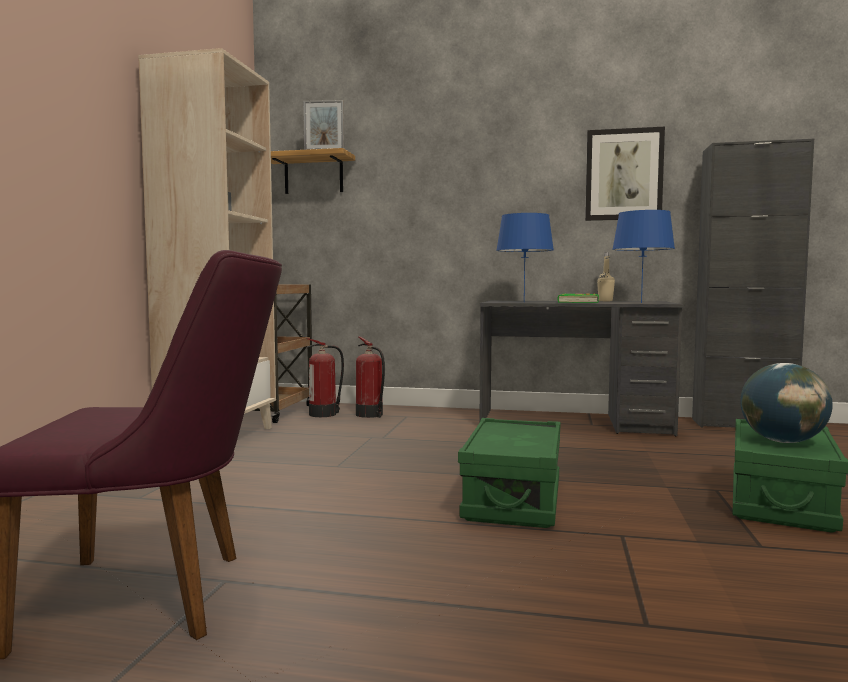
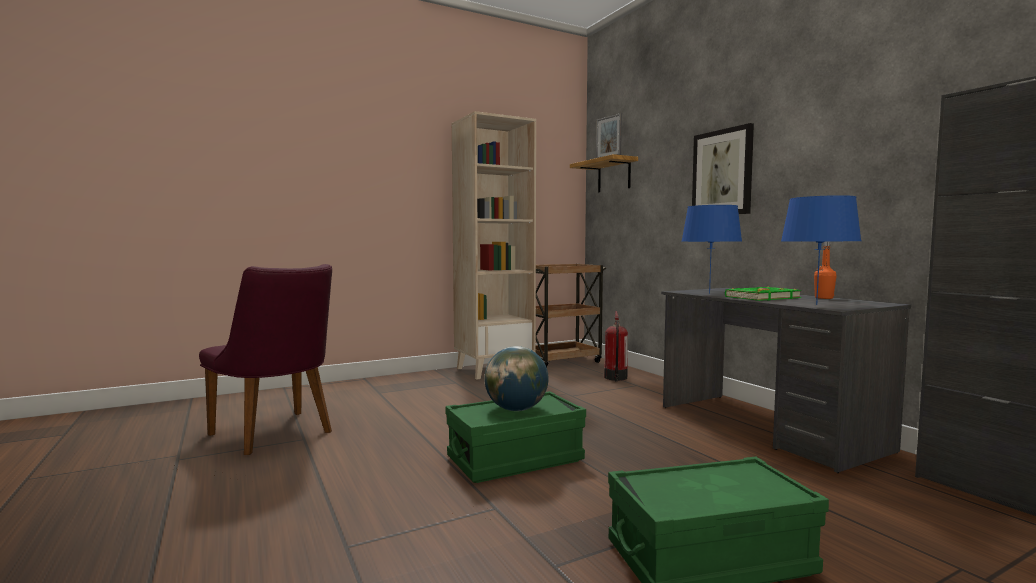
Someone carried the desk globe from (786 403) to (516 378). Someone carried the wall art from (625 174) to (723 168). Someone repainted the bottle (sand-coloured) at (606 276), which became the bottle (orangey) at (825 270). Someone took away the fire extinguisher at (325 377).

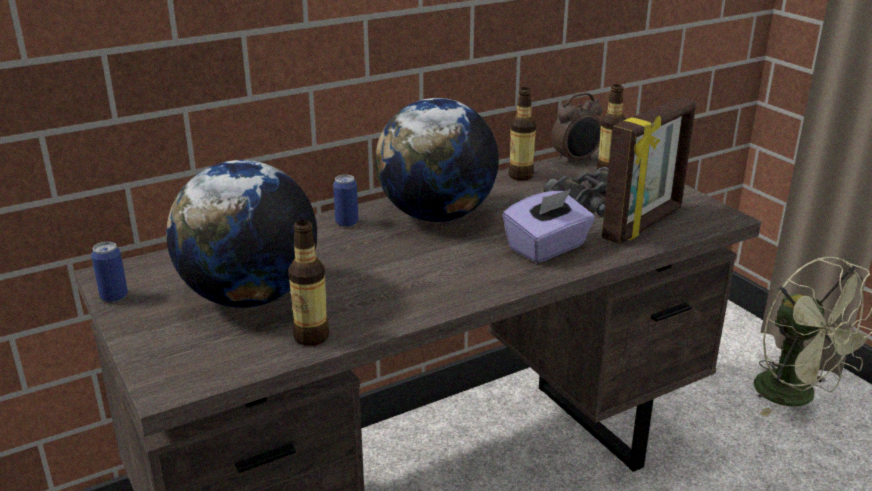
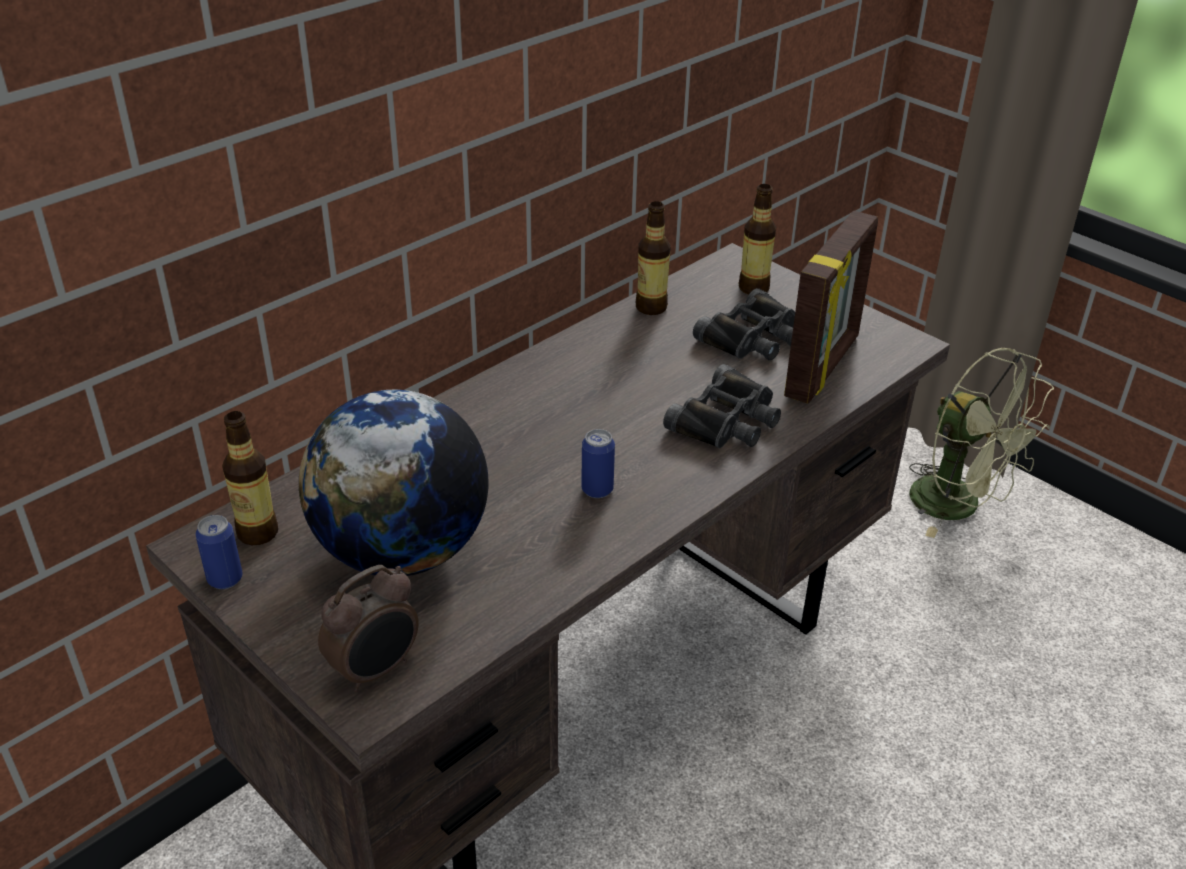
Someone carried the bottle from (308 283) to (250 478). Someone carried the bedside clock from (576 128) to (368 628). Someone carried the metal can from (345 201) to (598 463). Someone swapped the tissue box (purple) at (549 226) for the pair of binoculars (blackish) at (722 406). Someone took away the desk globe at (437 160).

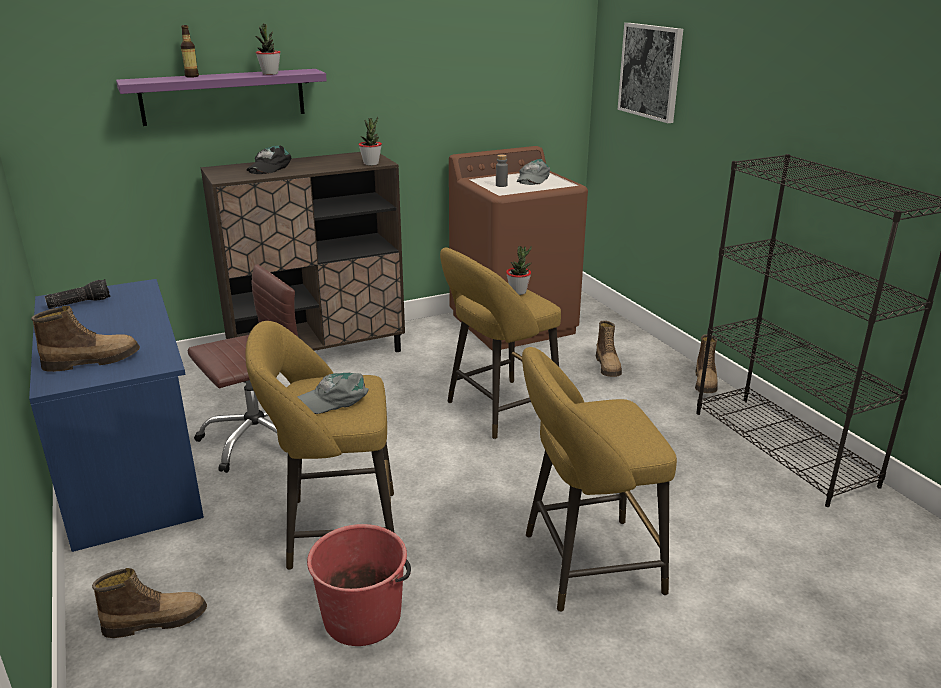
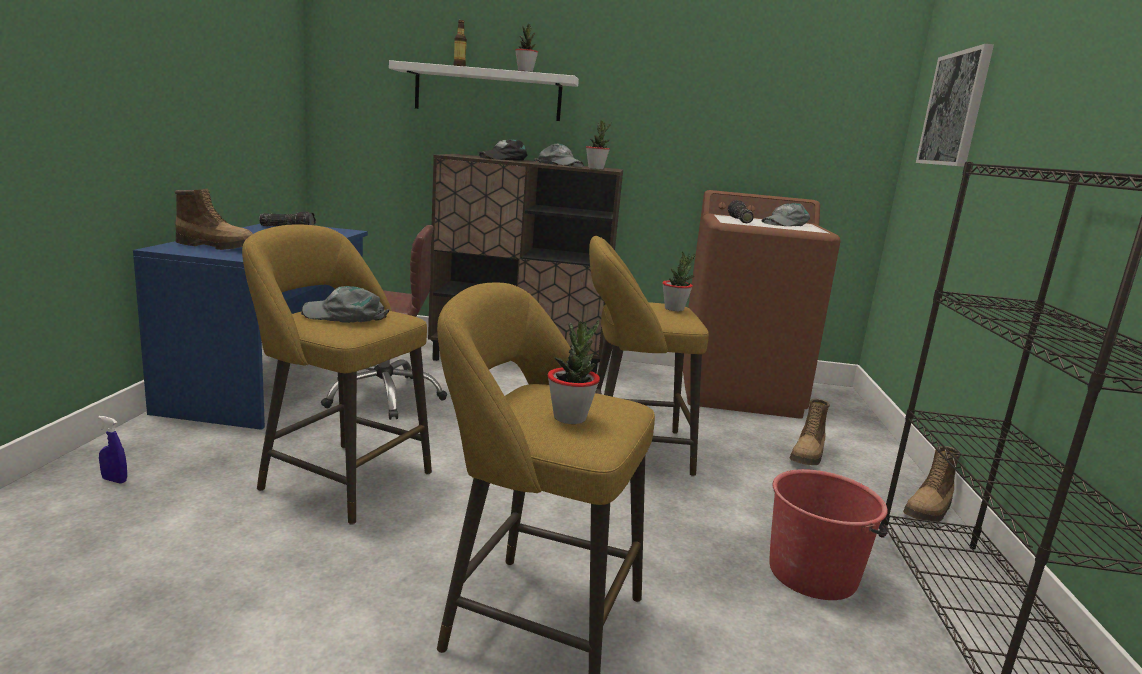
Someone swapped the boot at (149 603) for the sprayer (bluish) at (112 450). Someone repainted the bracket shelf (purple) at (221 97), which became the bracket shelf (whitish) at (484 90). Someone put down the baseball cap (grey) at (559 155). Someone put down the potted plant at (574 371). Someone swapped the bottle (grey) at (502 171) for the flashlight at (741 211). Someone carried the bucket (red-coloured) from (359 585) to (828 534).

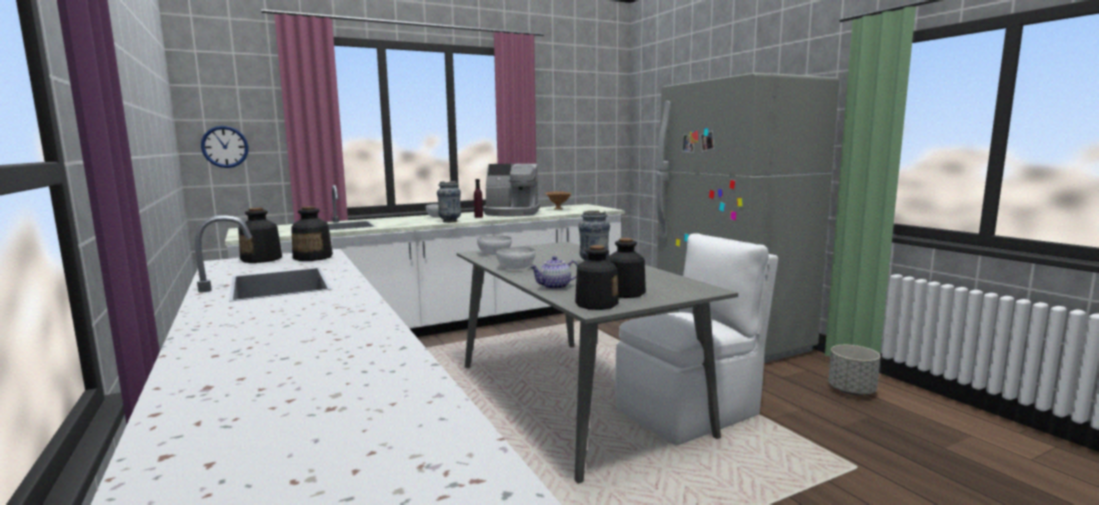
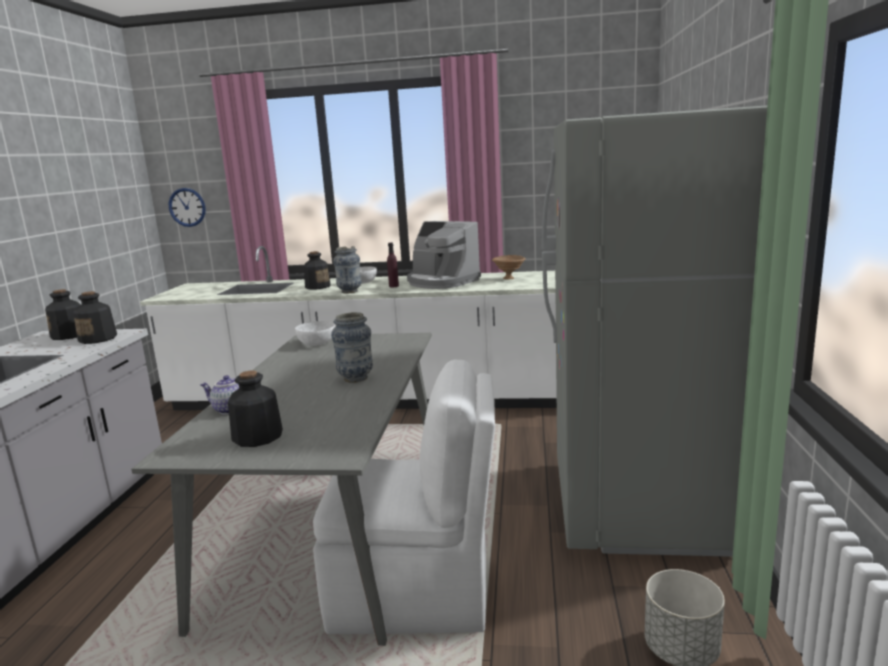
Someone carried the bottle from (597 277) to (317 270). Someone took away the serving bowl (whitish) at (515 258).

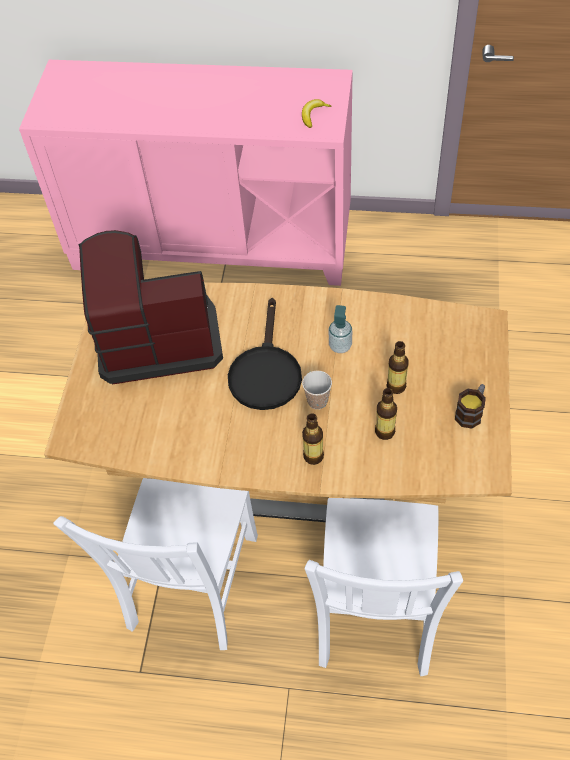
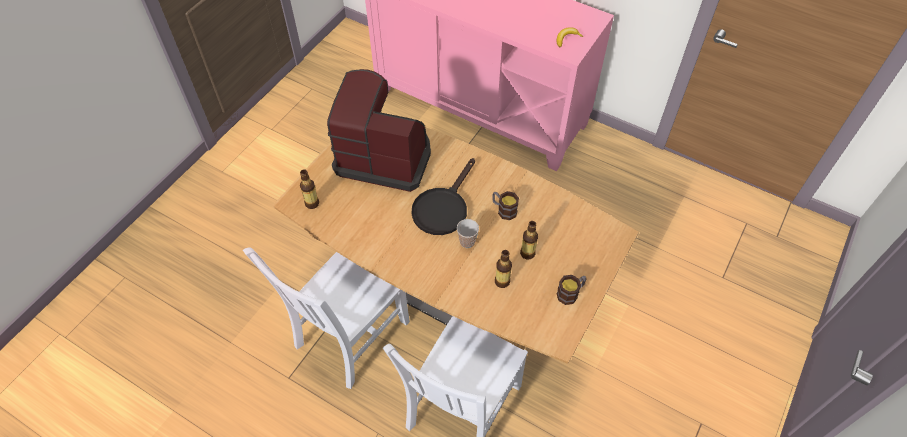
Someone carried the bottle from (313 439) to (309 189). Someone swapped the liquid soap bottle at (340 329) for the mug at (505 205).

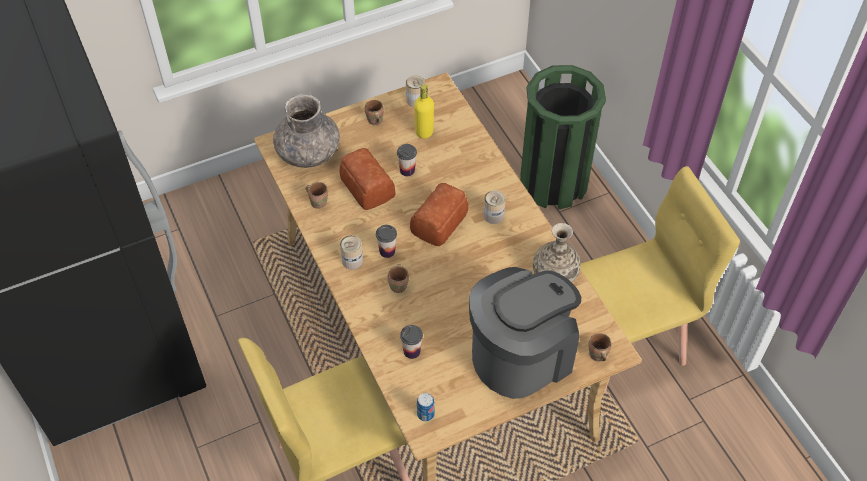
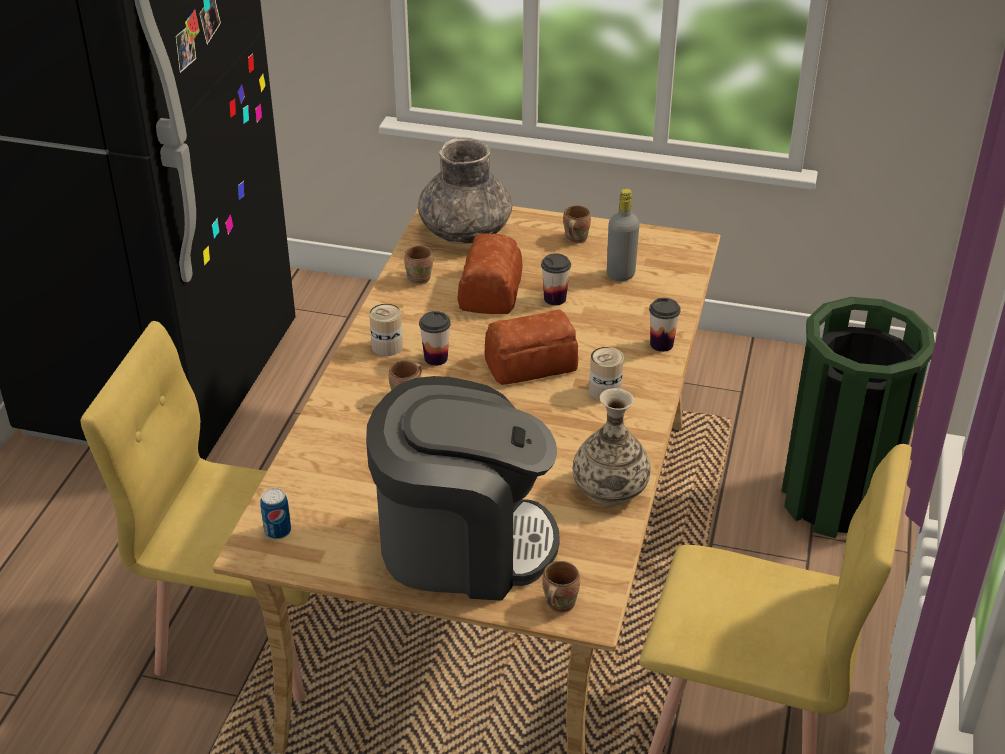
Someone repainted the bottle (yellow-coloured) at (424 111), which became the bottle (grey) at (623 235). Someone carried the cup from (411 342) to (665 325). Someone took away the metal can at (415 91).

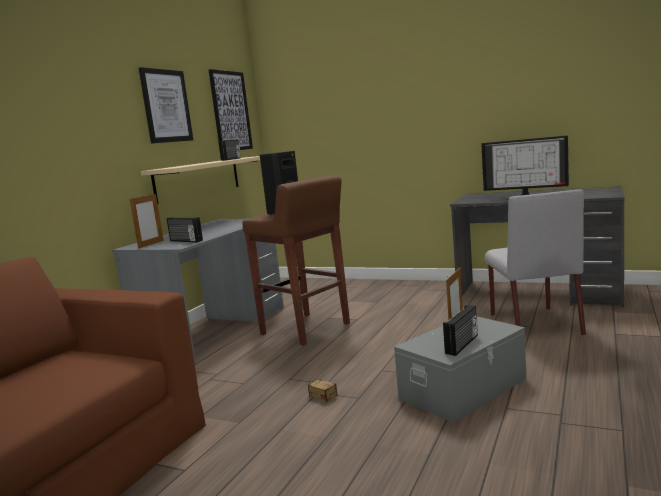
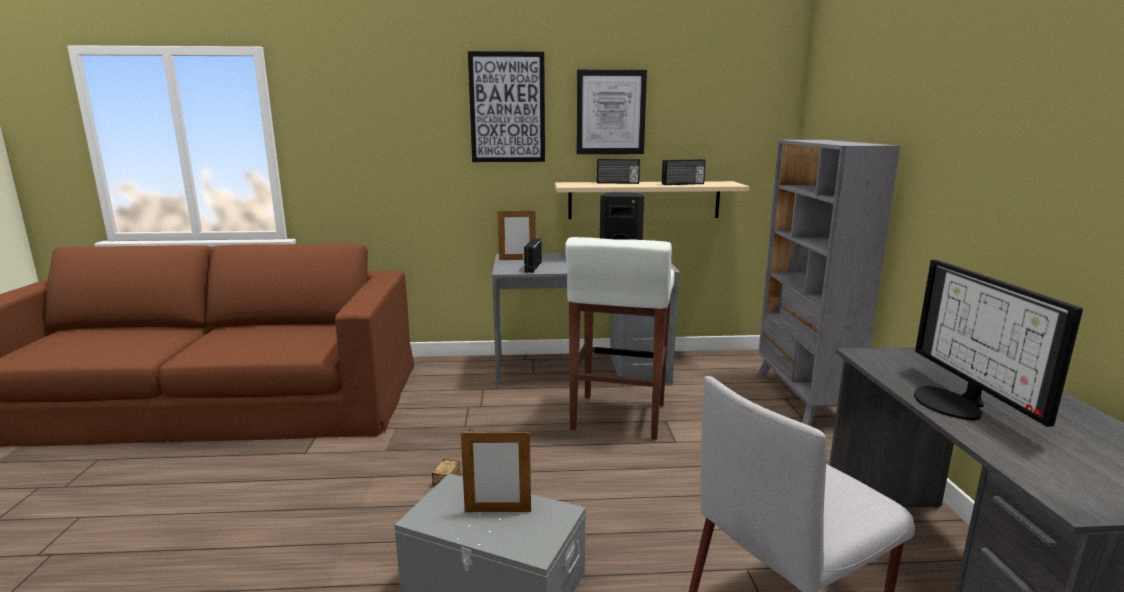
Someone carried the wall art from (231 109) to (506 106). Someone repainted the stool seat (brownish) at (296 260), which became the stool seat (whitish) at (620 338). Someone carried the radio receiver from (460 330) to (618 171). Someone put down the shelving unit (grey) at (828 283).

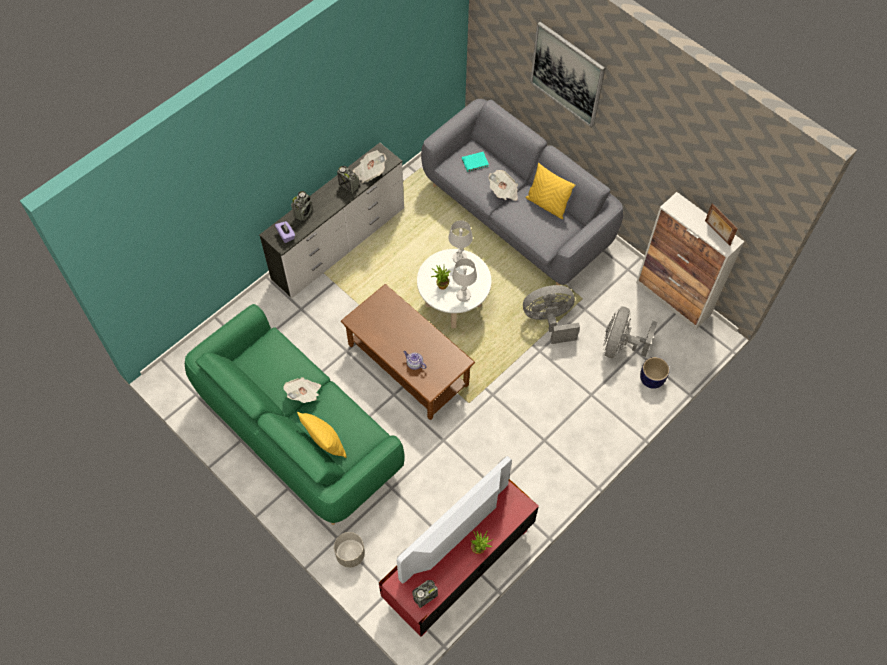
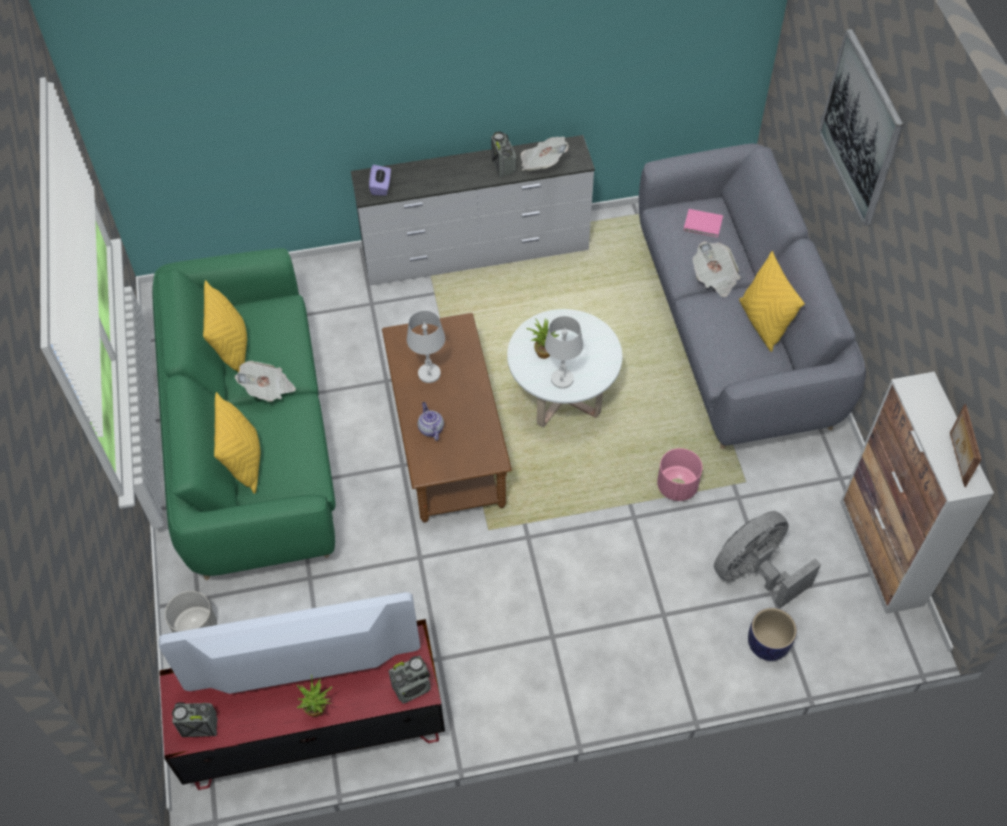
Someone put down the throw pillow (yellow-coloured) at (225 326). Someone carried the radio receiver from (302 206) to (410 679). Someone carried the tabletop lamp (whitish) from (460 241) to (426 347). Someone swapped the electric fan (grey) at (551 314) for the flower pot (pink-coloured) at (680 474). Someone repainted the book (turquoise) at (475 162), which became the book (pink-coloured) at (703 223).

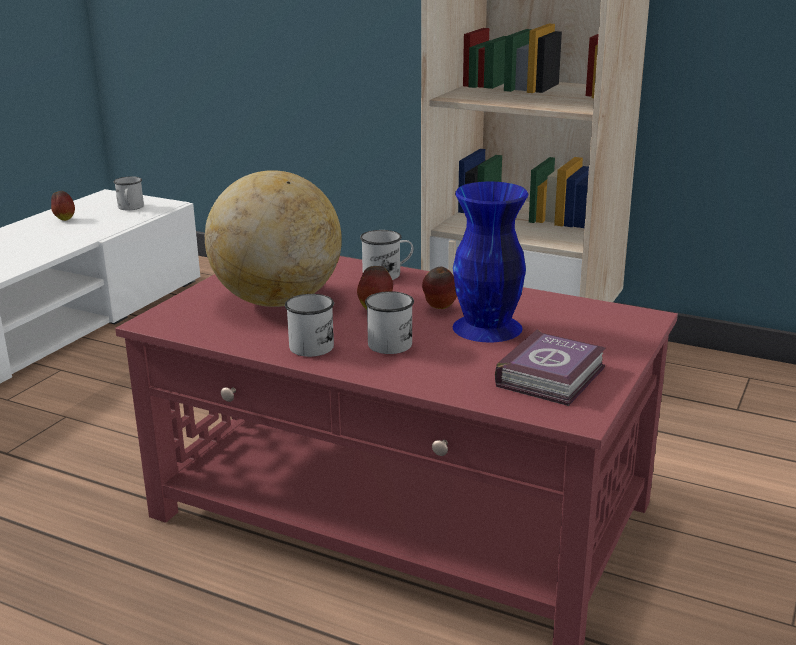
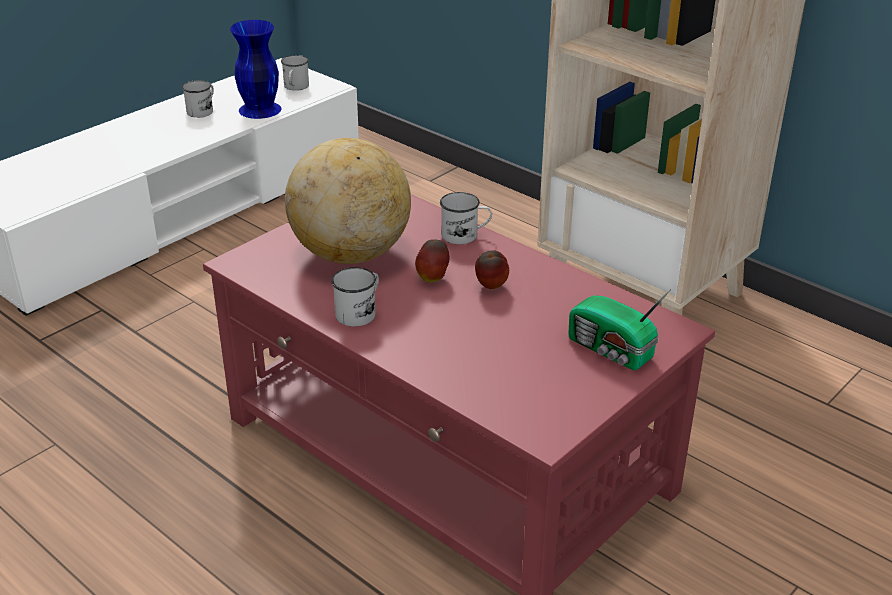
Someone carried the mug (whitish) from (389 322) to (198 99). Someone carried the vase (bluish) from (490 262) to (255 69). Someone put down the radio receiver at (619 329). Someone took away the apple fruit at (63 206). Someone took away the book at (550 367).

